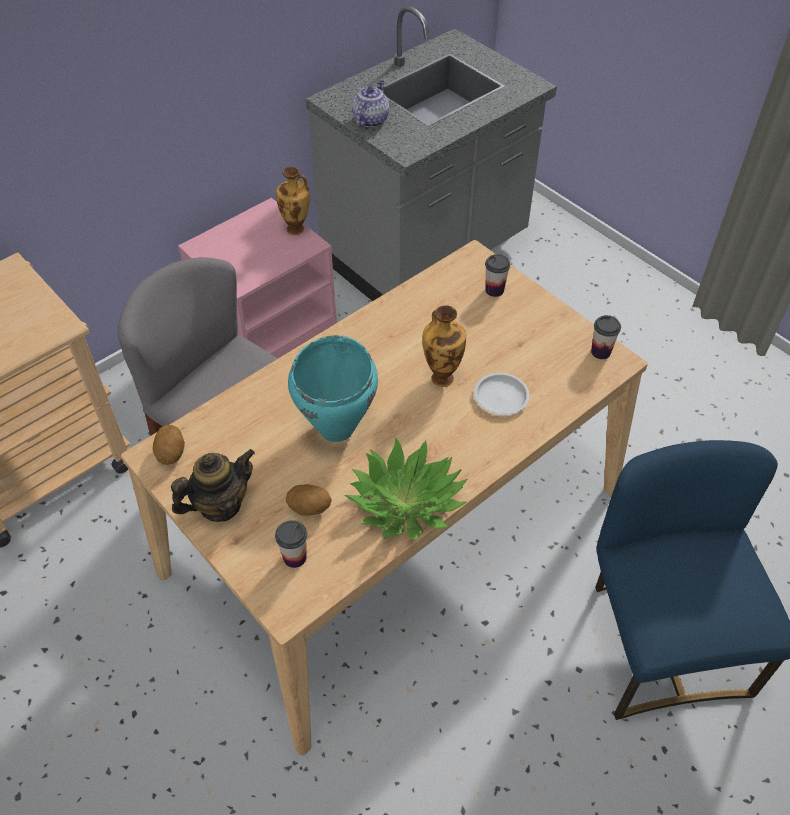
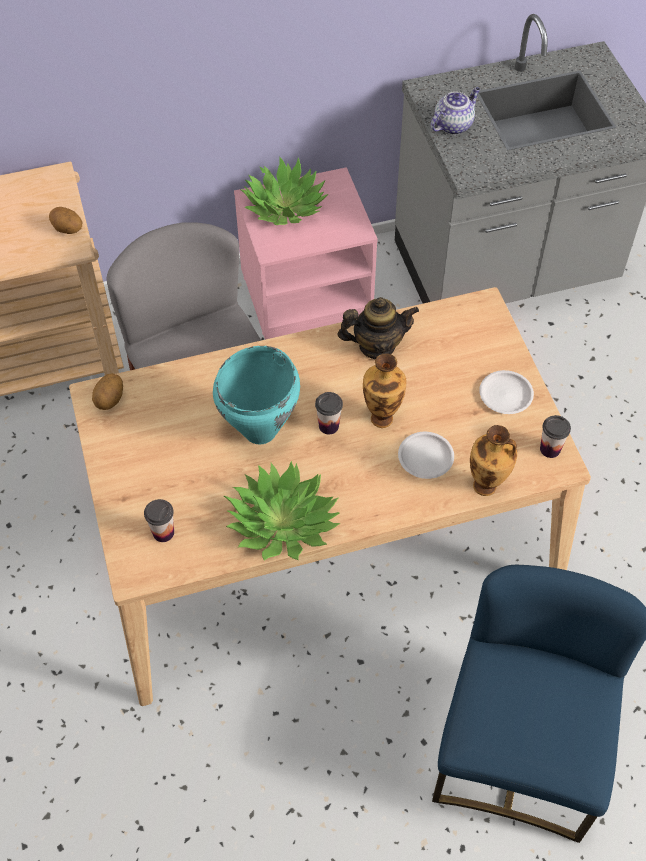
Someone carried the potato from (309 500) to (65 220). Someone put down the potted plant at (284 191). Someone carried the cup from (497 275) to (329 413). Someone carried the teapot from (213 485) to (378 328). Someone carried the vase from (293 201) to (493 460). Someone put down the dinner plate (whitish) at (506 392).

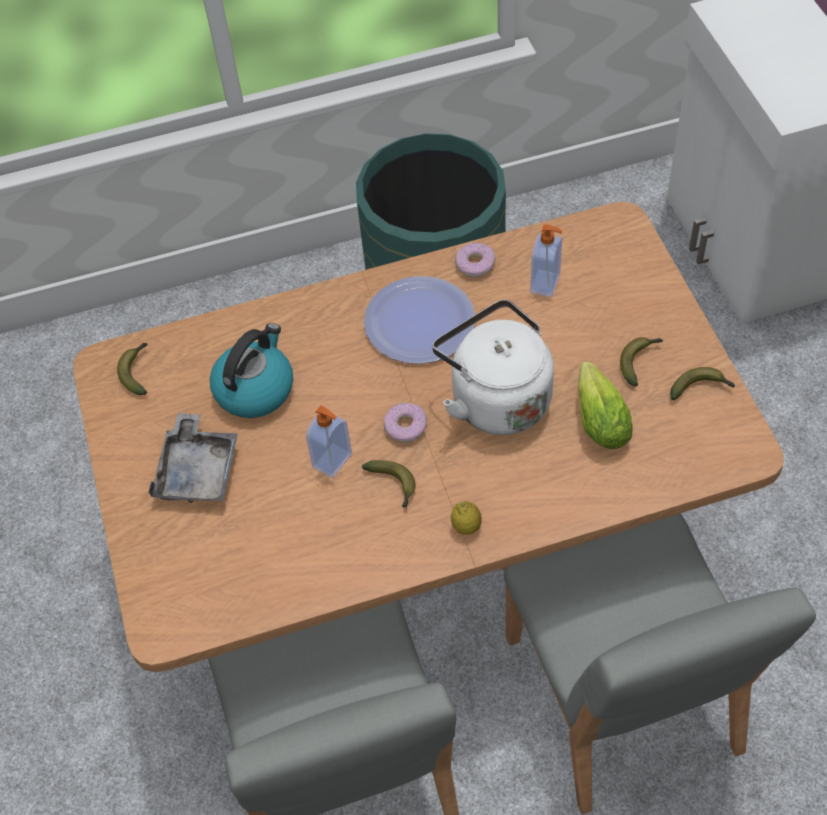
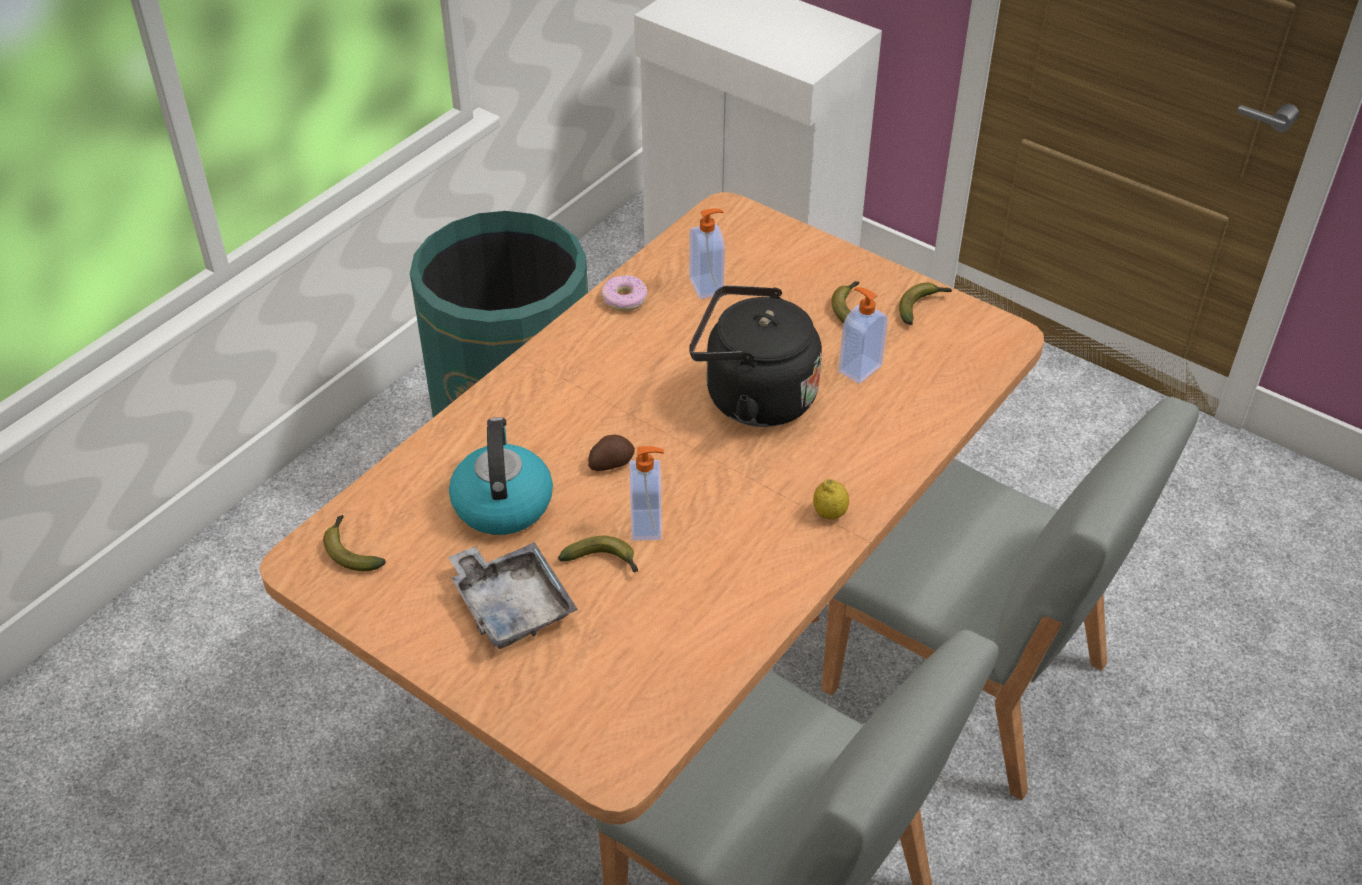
Someone carried the banana from (389 484) to (598 554). Someone put down the potato at (611 453). Someone repainted the water kettle (whitish) at (493 367), which became the water kettle (blackish) at (755 356). Someone swapped the head of lettuce at (605 405) for the liquid soap bottle at (863 335). Someone took away the dinner plate at (419 320). Someone took away the doughnut at (405 423).

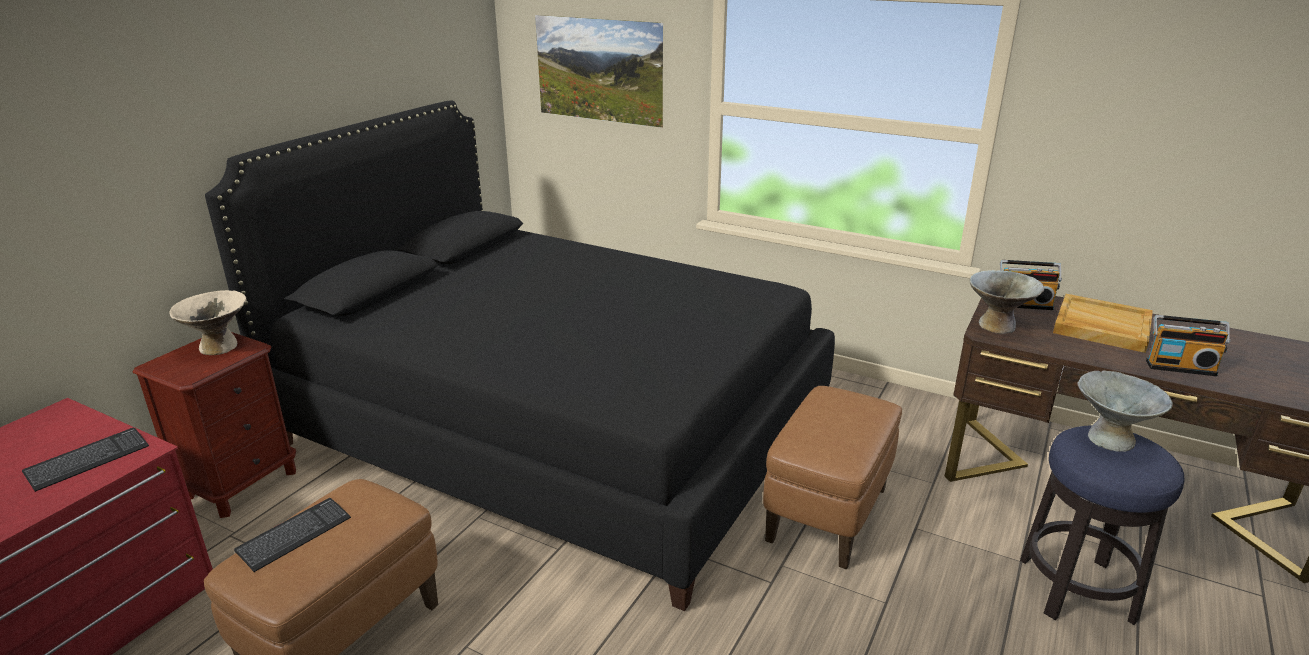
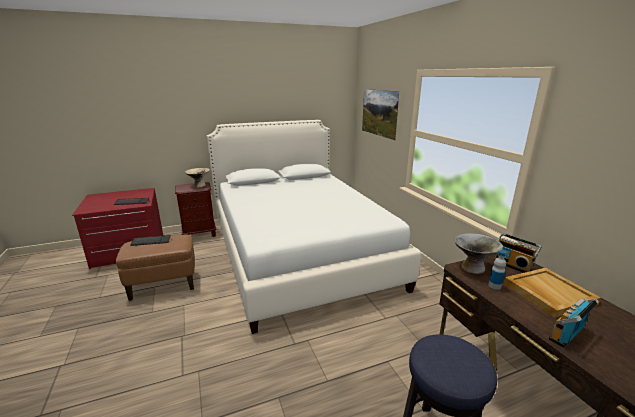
Someone repainted the bedroom bed (blackish) at (520 356), which became the bedroom bed (whitish) at (314 227). Someone put down the bottle at (497 270). Someone rotated the radio receiver at (1188 345) by 90 degrees clockwise. Someone took away the pouffe (brownish) at (832 477). Someone took away the serving bowl (grey) at (1125 411).

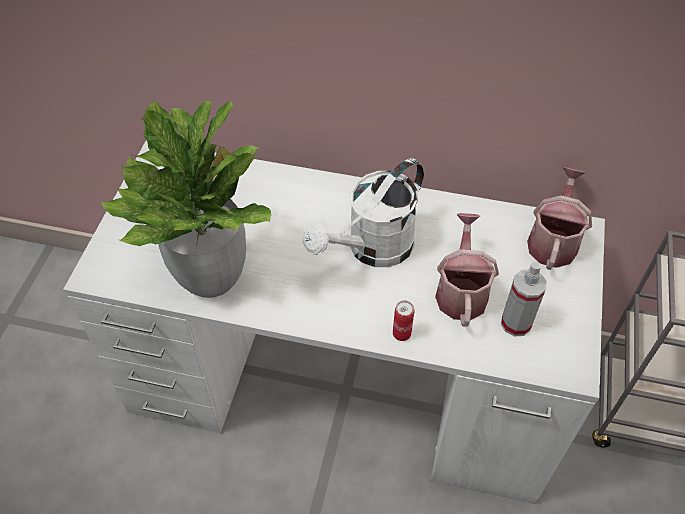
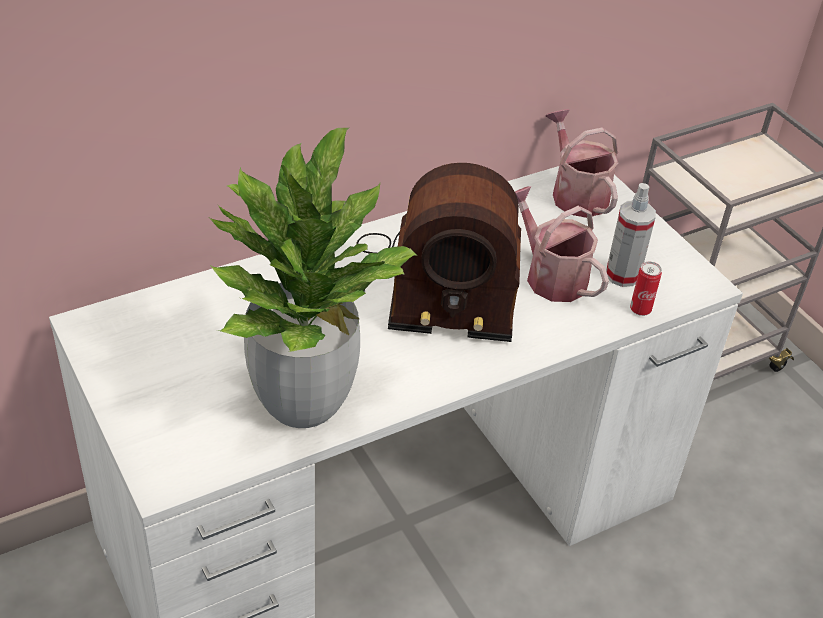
Someone swapped the sprinkling can (whitish) at (363 212) for the radio receiver at (438 252). Someone carried the metal can from (403 320) to (646 289).

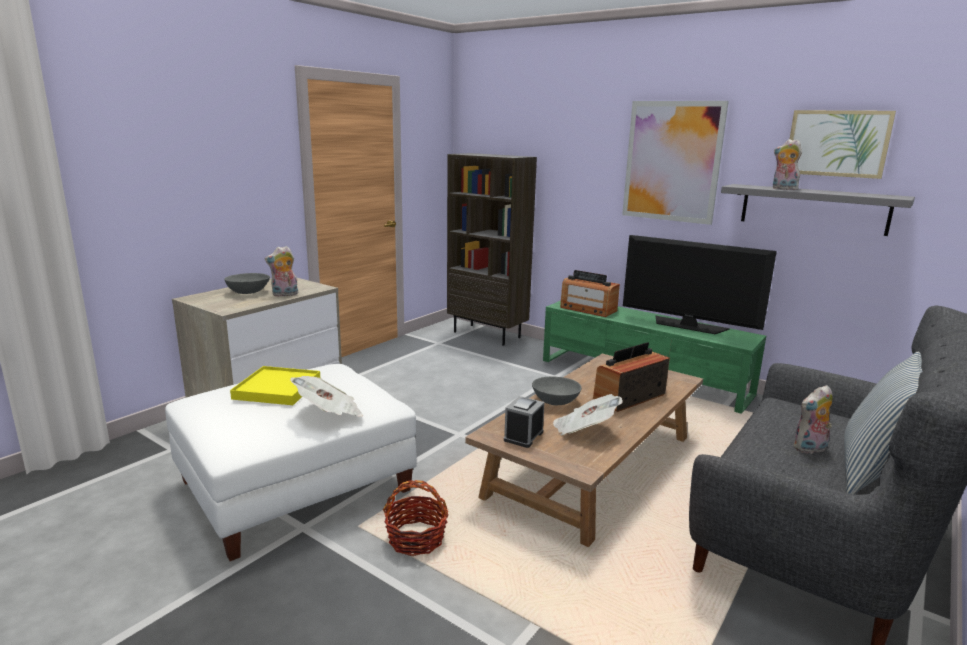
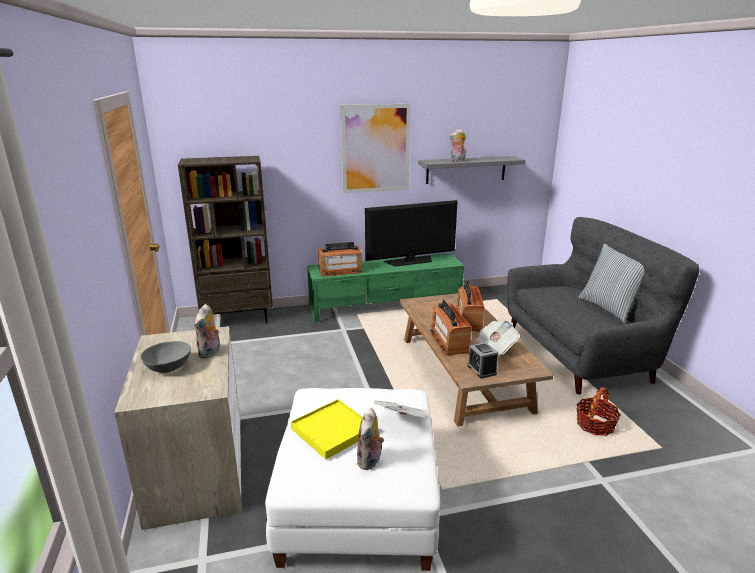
Someone carried the plush toy from (813 419) to (370 439). Someone swapped the serving bowl (grey) at (557 390) for the radio receiver at (450 327). Someone carried the storage basket from (415 518) to (598 411). Someone took away the wall art at (843 144).

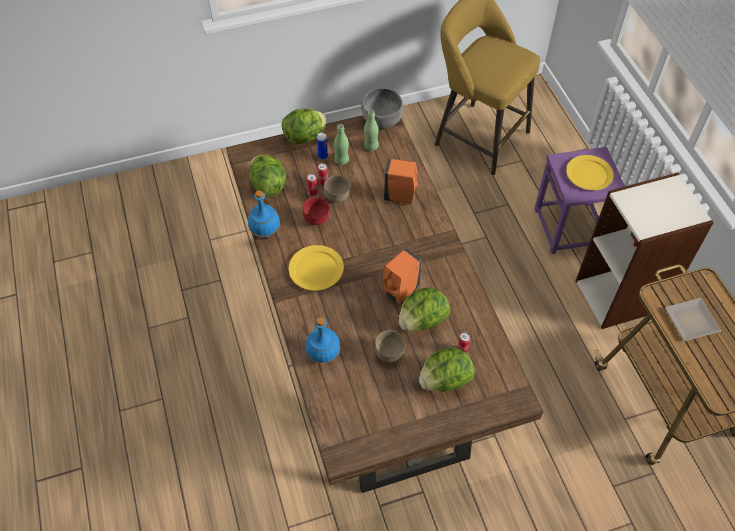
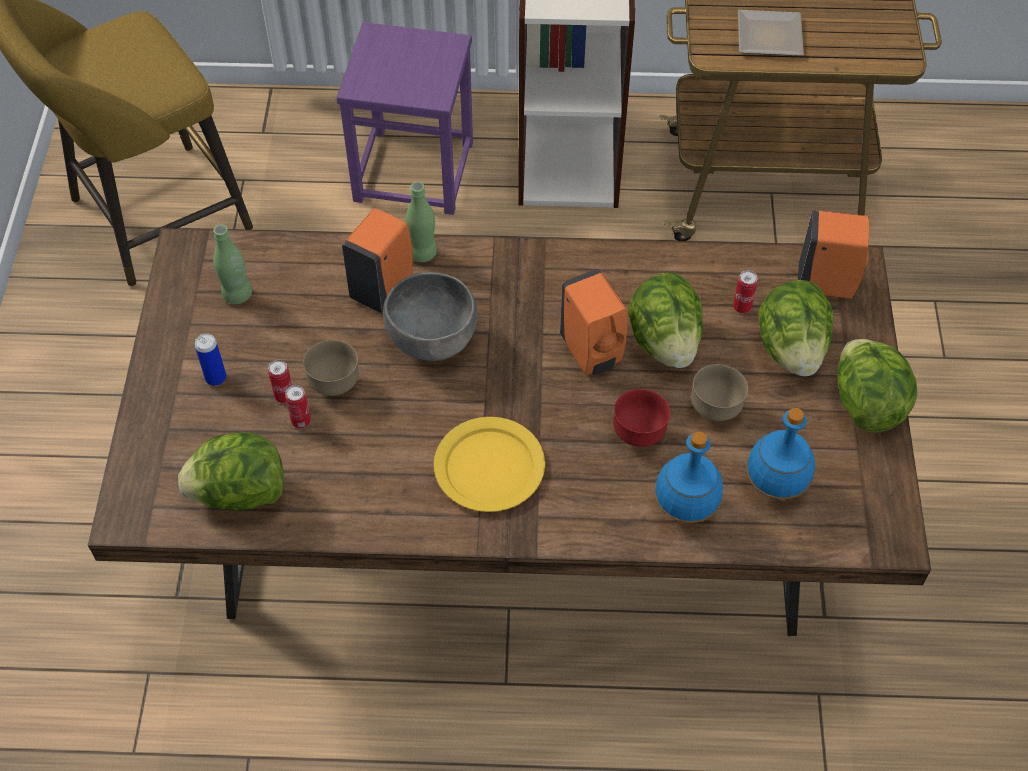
Someone carried the serving bowl (grey) from (382 109) to (430 316). Someone carried the bottle (greenish) from (341 144) to (421 222). Someone carried the serving bowl (red-coloured) from (316 211) to (641 418). Someone carried the bottle (bluish) from (264 214) to (780 454). Someone put down the liquid soap bottle (orangey) at (833 254). Someone carried the head of lettuce from (304 126) to (877 386). Someone took away the dinner plate (yellow-coloured) at (589 172).

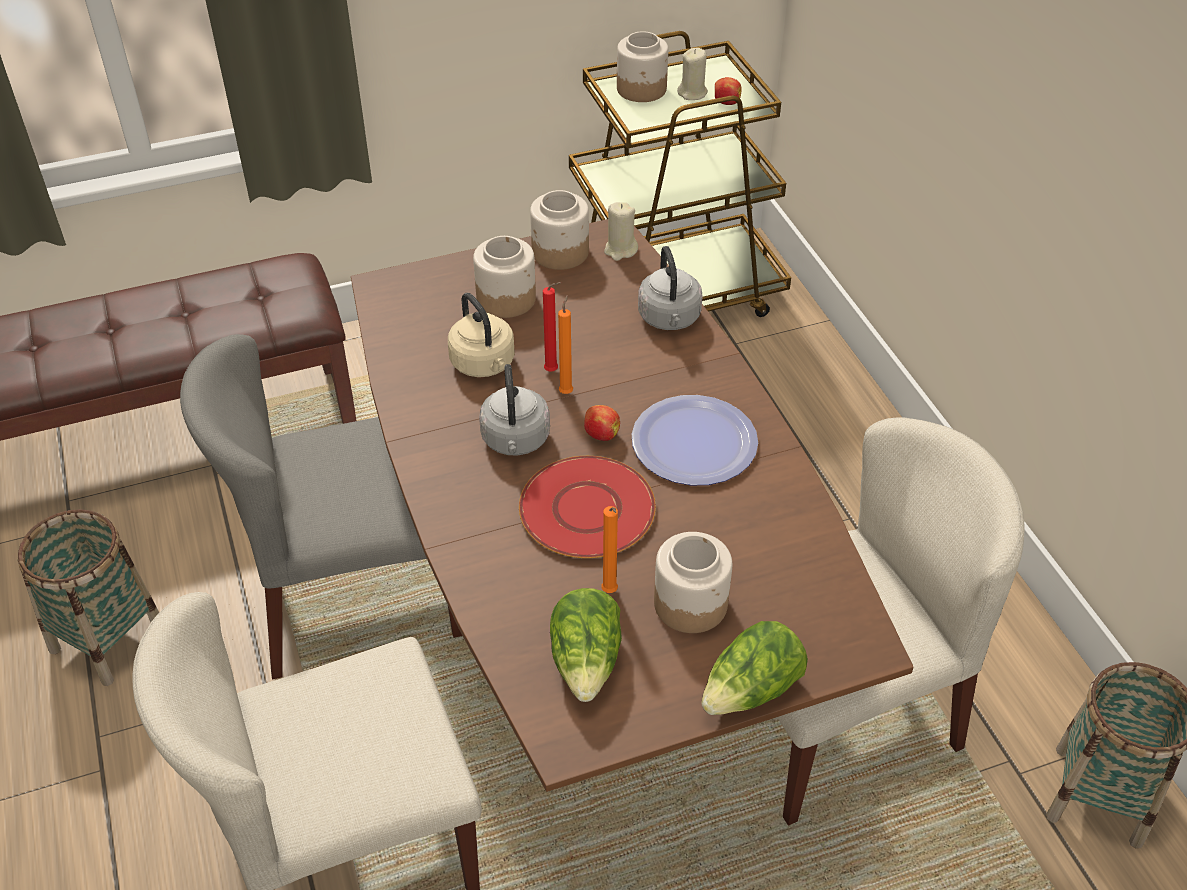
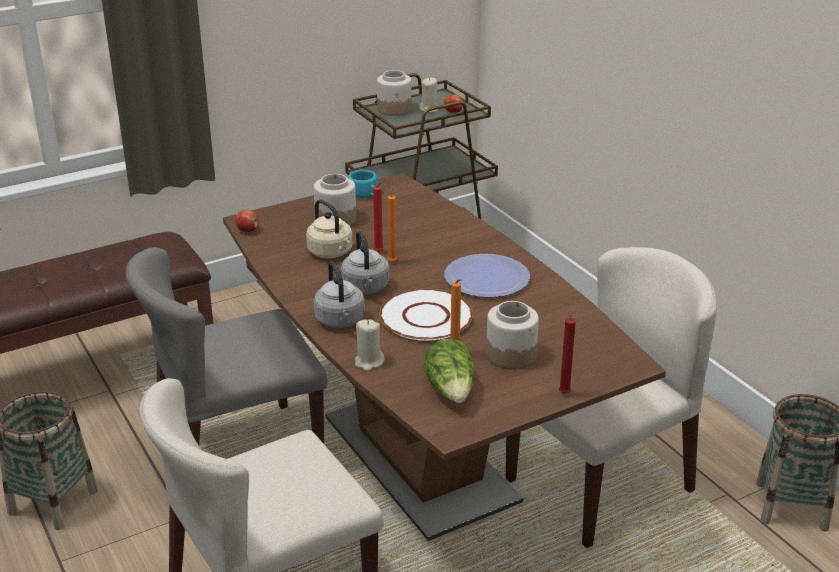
Someone carried the apple fruit from (602 423) to (247 221). Someone carried the water kettle (grey) from (670 288) to (339 294). Someone swapped the storage jar at (559 230) for the cup (turquoise) at (363 184). Someone carried the wax candle (sand-coloured) from (621 231) to (369 345). Someone repainted the dinner plate (red-coloured) at (587 507), which became the dinner plate (whitish) at (426 315). Someone swapped the head of lettuce at (754 668) for the wax candle (red-coloured) at (567 350).

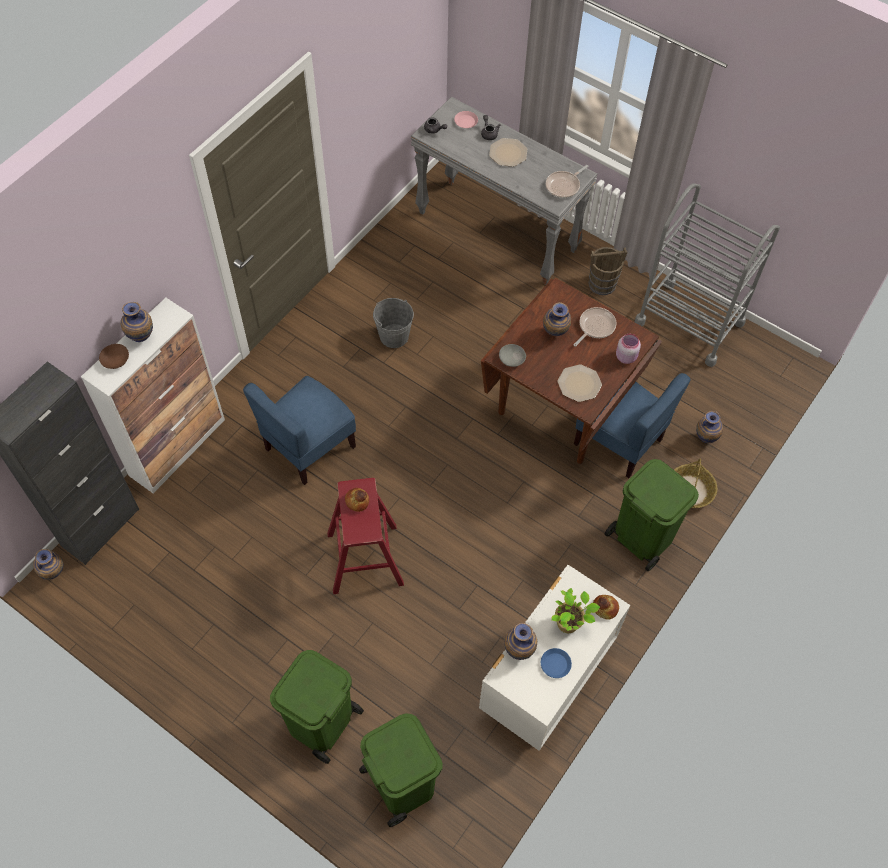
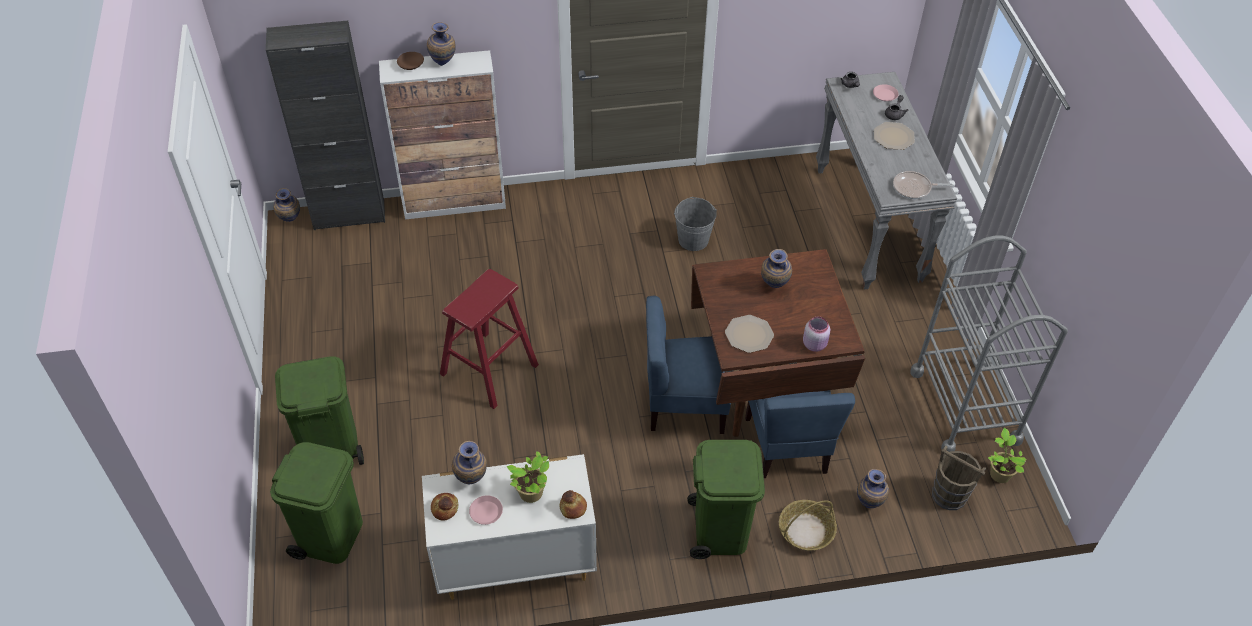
Someone carried the bakery bread from (357 500) to (444 507). Someone repainted the dinner plate (bluish) at (556 663), which became the dinner plate (pink-coloured) at (486 510). Someone carried the chair (bluish) from (299 430) to (688 365). Someone carried the bucket (brownish) from (608 271) to (959 478). Someone put down the potted plant at (1007 455). Someone took away the serving bowl (grey) at (512 355). Someone took away the frying pan at (594 327).

